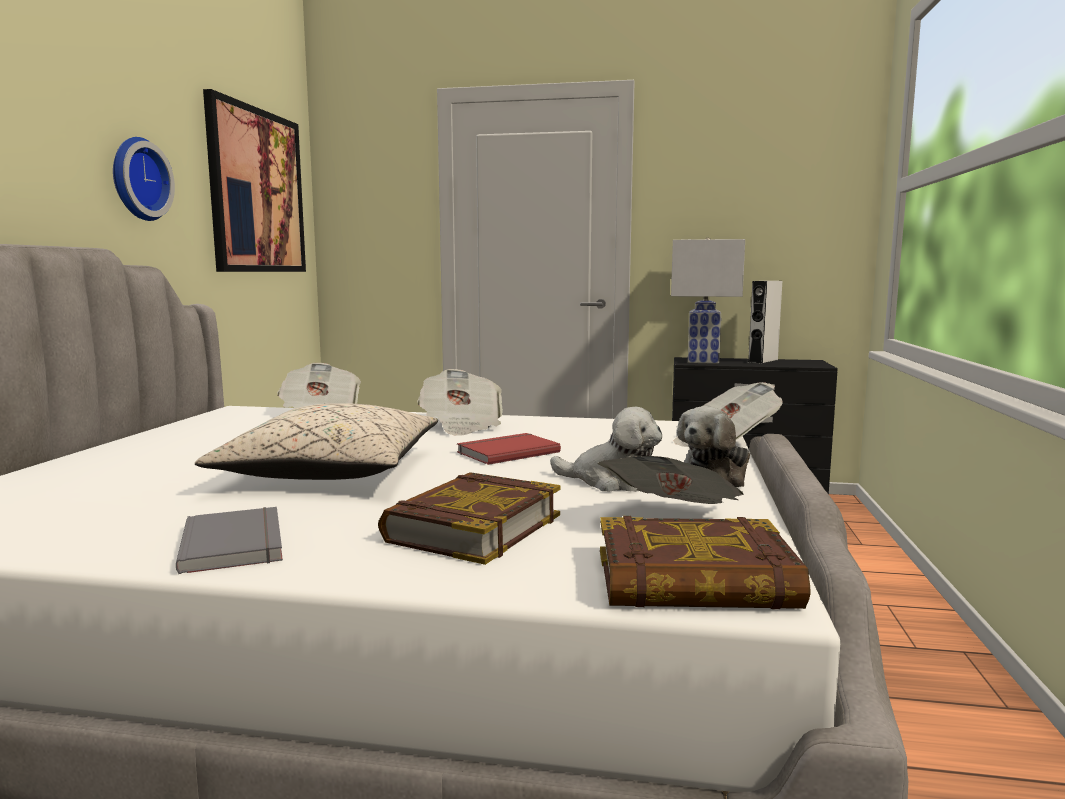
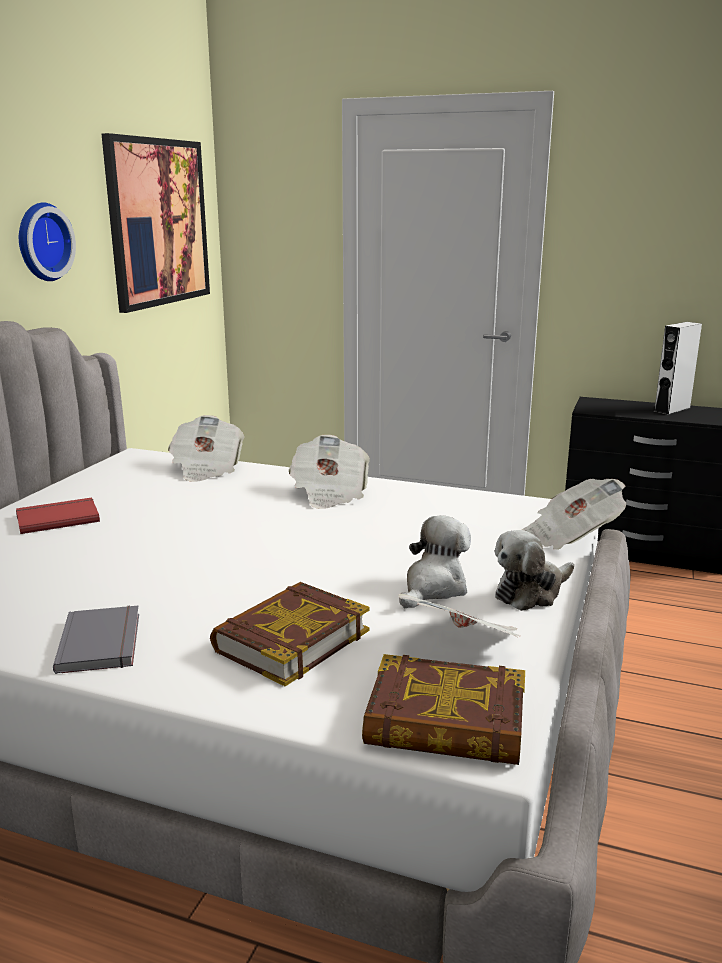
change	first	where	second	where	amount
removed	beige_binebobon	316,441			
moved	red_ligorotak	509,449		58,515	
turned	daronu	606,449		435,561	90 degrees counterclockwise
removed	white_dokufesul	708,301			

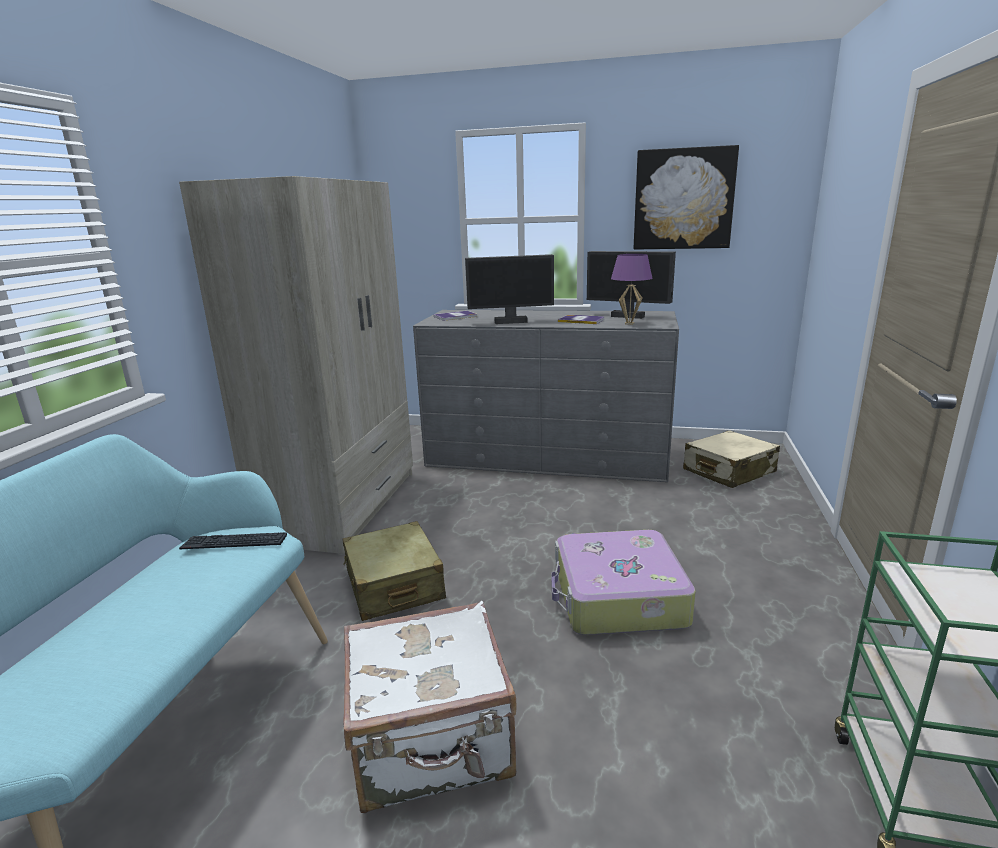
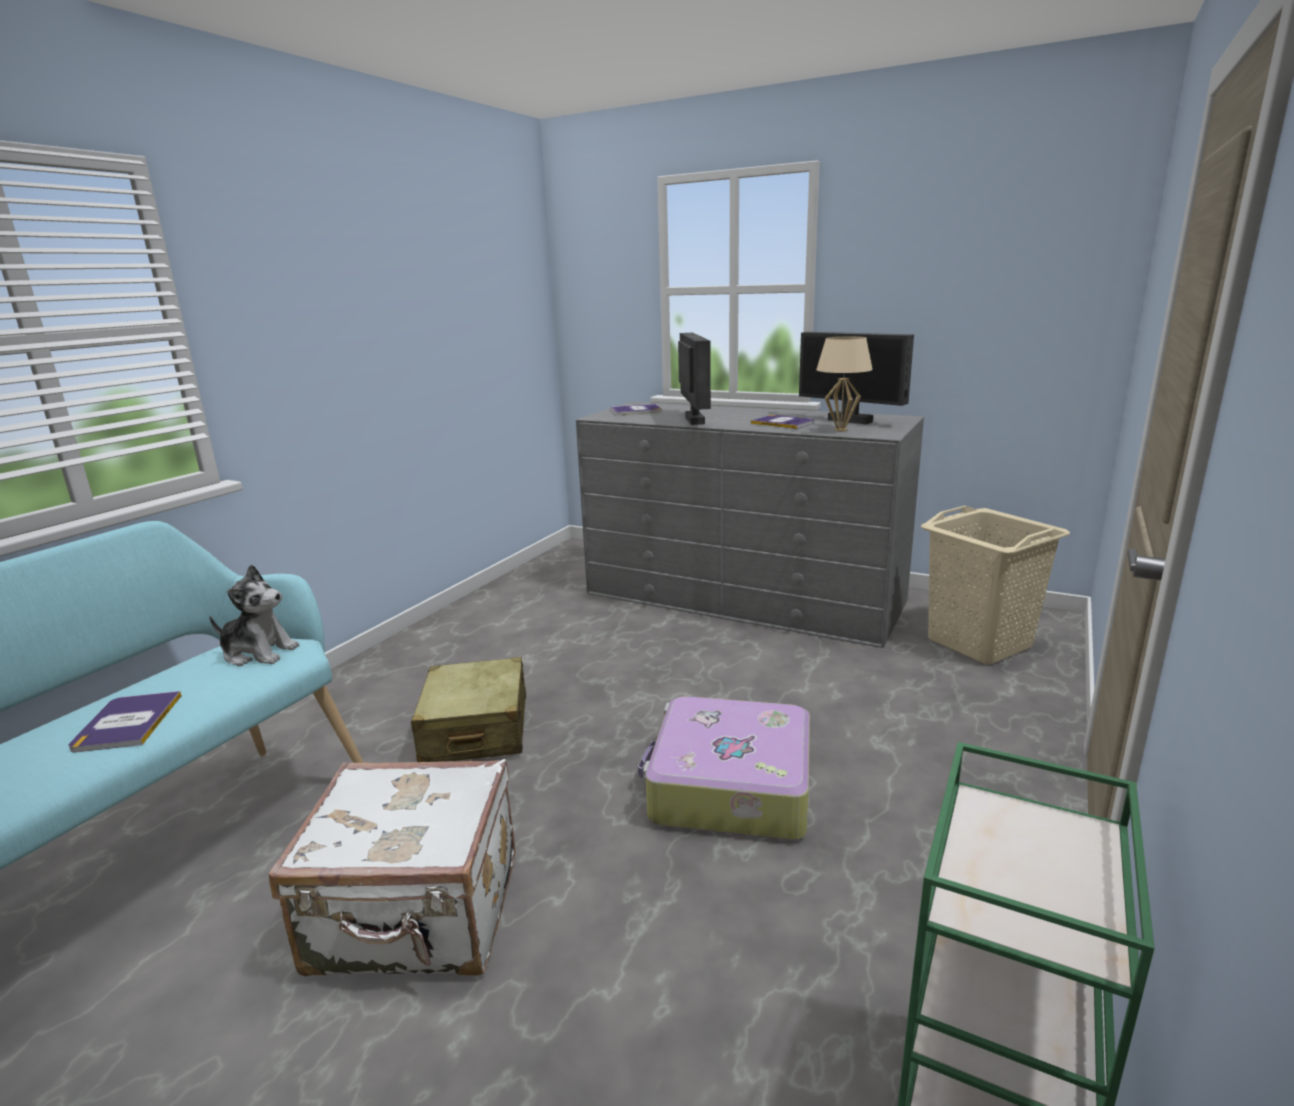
change	first	where	second	where	amount
removed	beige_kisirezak	296,365			
replaced	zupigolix	233,540	daronu	254,615	
turned	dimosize	509,289		694,379	105 degrees counterclockwise
recoloured	purple_dokufesul	631,289	beige_dokufesul	844,384	
removed	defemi	686,197			
replaced	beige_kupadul	731,459	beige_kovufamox	995,585	
added			ligorotak	125,721	

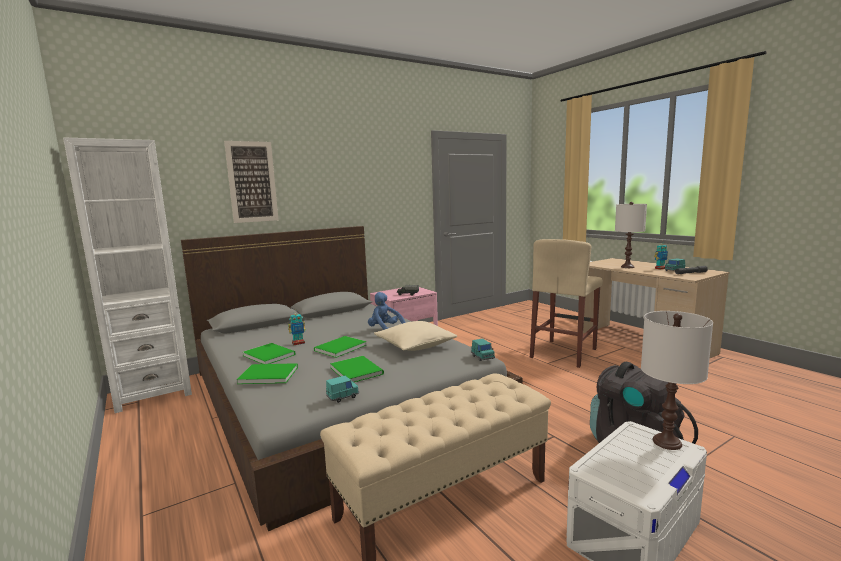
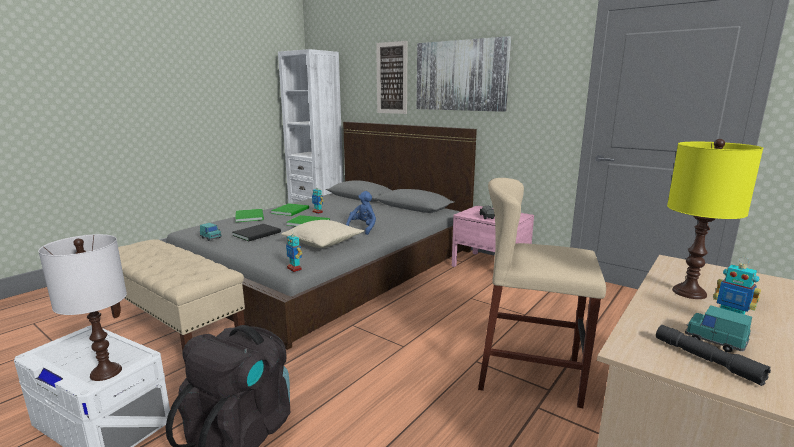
change	first	where	second	where	amount
recoloured	green_ligorotak	357,369	black_ligorotak	256,232	
replaced	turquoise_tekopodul	483,350	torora	294,252	
recoloured	white_dokufesul	631,235	yellow_dokufesul	715,219	
added			defemi	464,74	

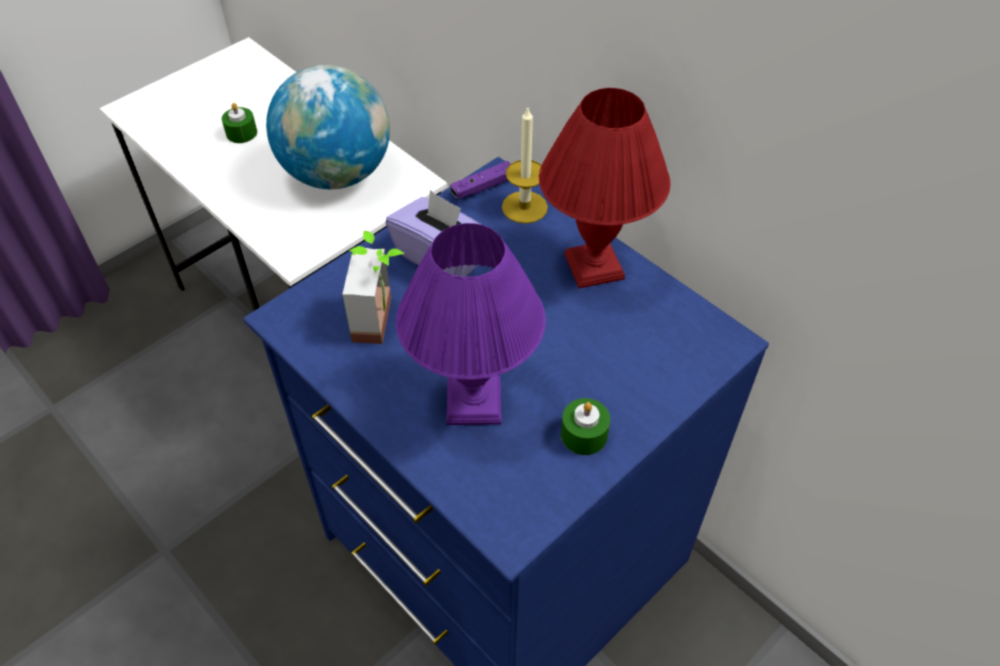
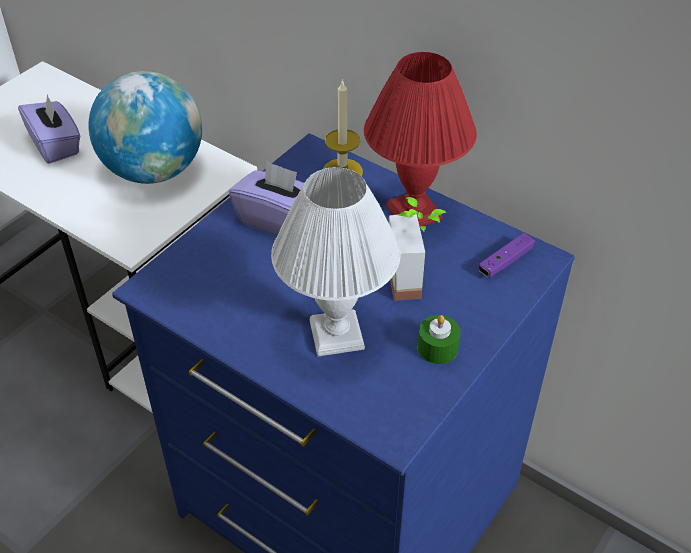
change	first	where	second	where	amount
replaced	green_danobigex	239,123	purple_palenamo	49,128	
moved	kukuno	373,287		417,249	
recoloured	purple_dokufesul	471,324	white_dokufesul	336,262	
moved	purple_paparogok	480,180		506,255	

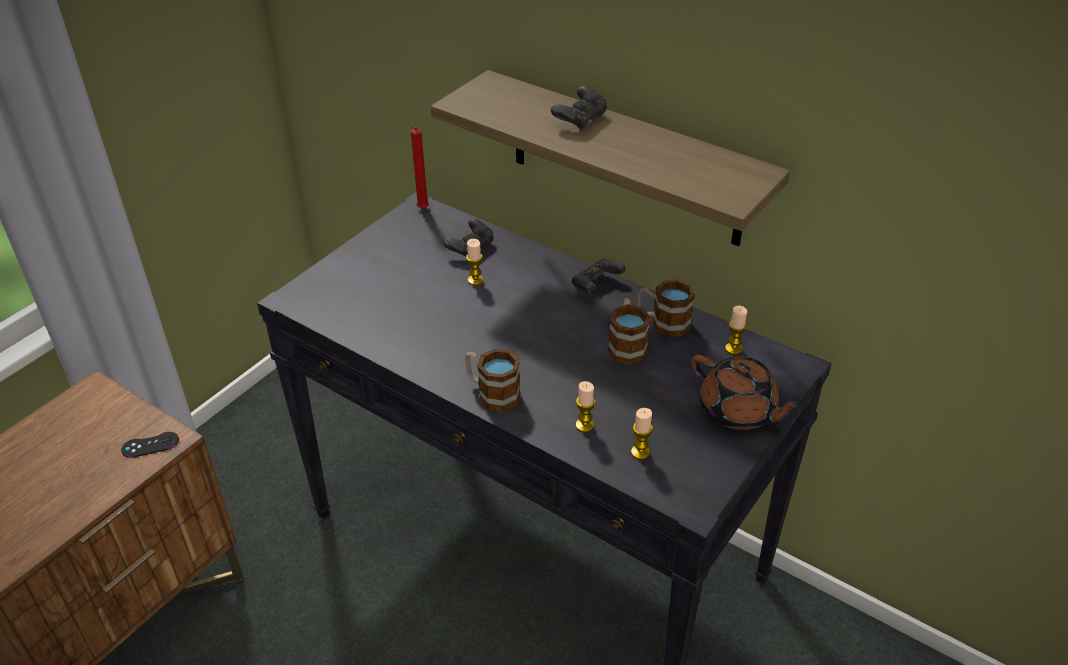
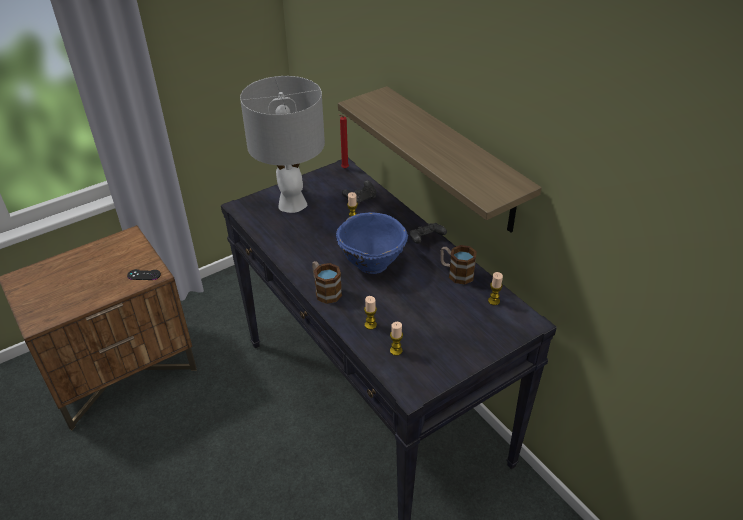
change	first	where	second	where	amount
removed	black_paparogok	579,108			
removed	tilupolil	629,331			
removed	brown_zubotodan	747,392			
added			grey_dokufesul	282,144	
added			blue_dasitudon	372,243	

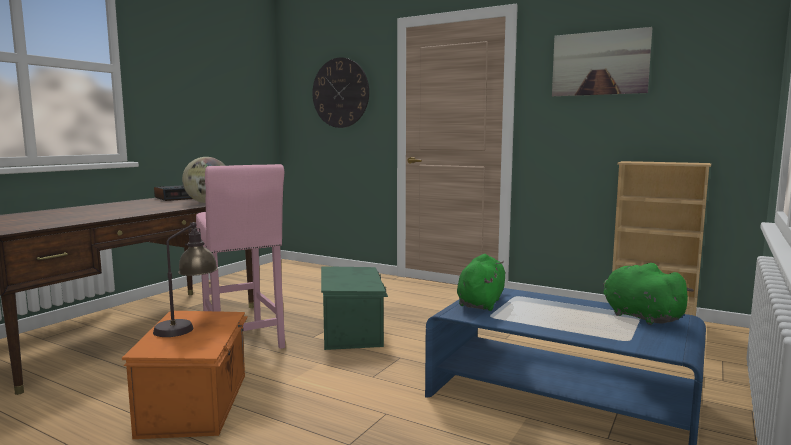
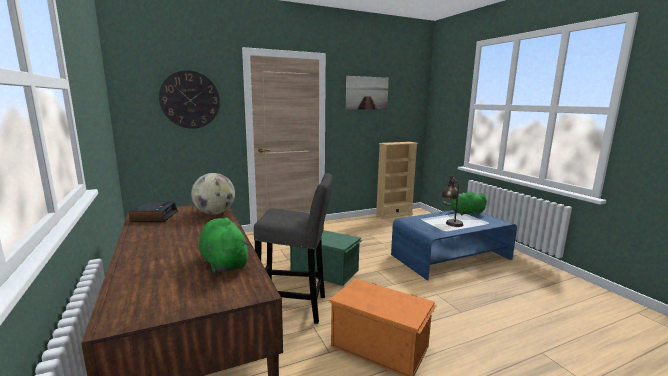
change	first	where	second	where	amount
moved	dokufesul	185,279		452,201	
recoloured	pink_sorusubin	240,256	grey_sorusubin	293,248	
moved	green_daronu	481,282		224,245	

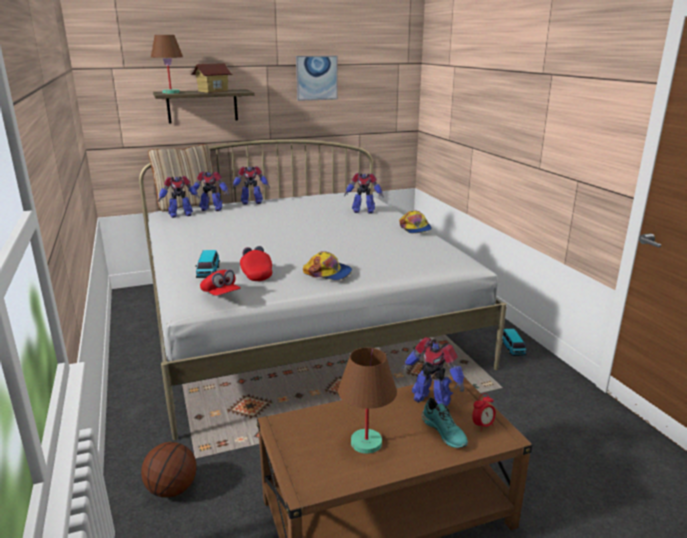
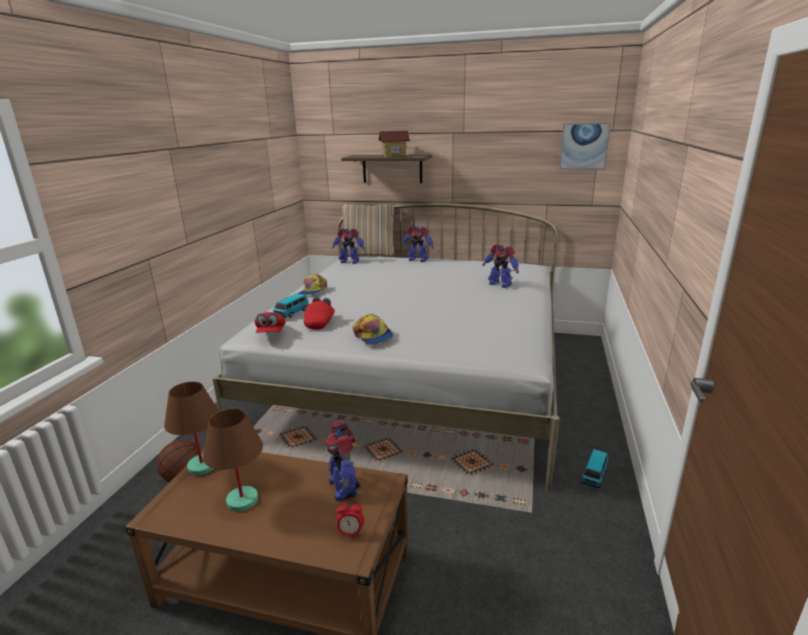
change	first	where	second	where	amount
moved	brown_dokufesul	167,64		191,428	
removed	torora	211,191			
moved	defemi	317,78		585,146	
moved	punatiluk	415,221		312,284	
removed	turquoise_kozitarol	444,423			

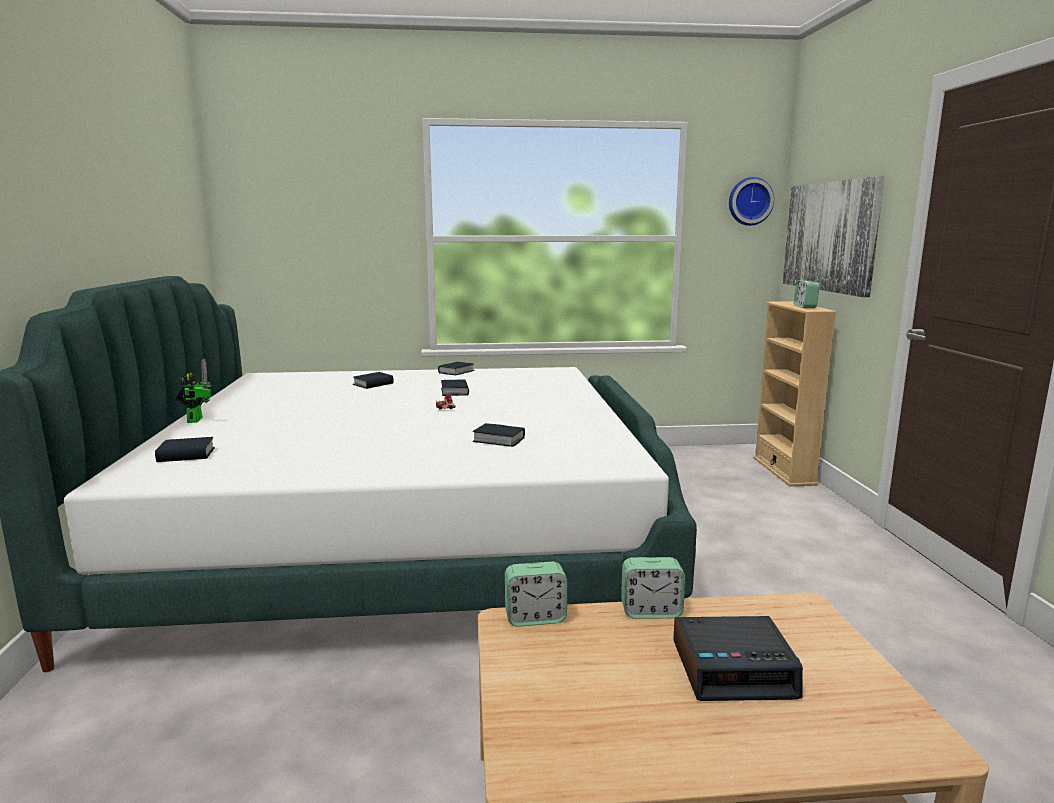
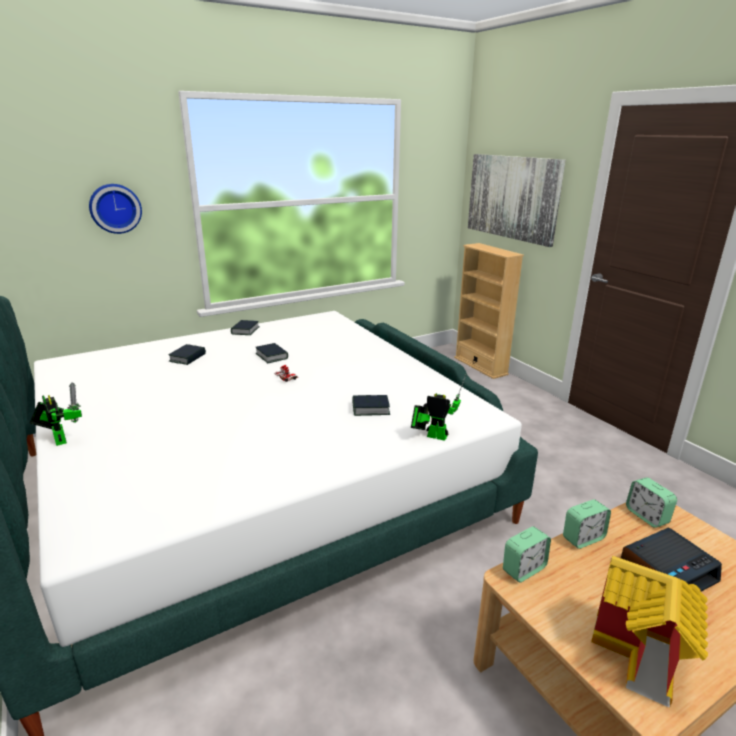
change	first	where	second	where	amount
removed	ligorotak	185,449			
moved	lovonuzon	751,201		115,209	
moved	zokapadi	807,294		651,502	
added			torora	439,406	
added			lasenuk	649,632	

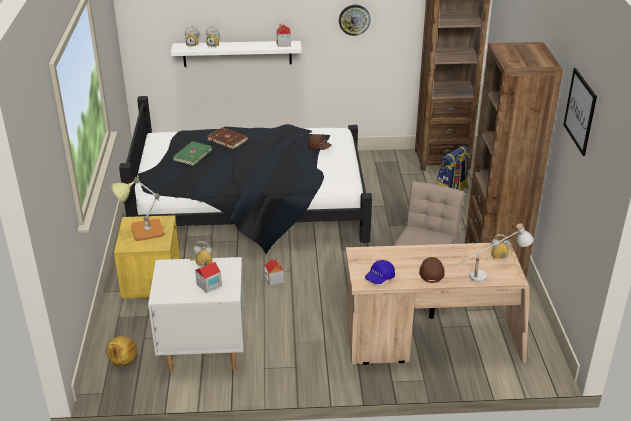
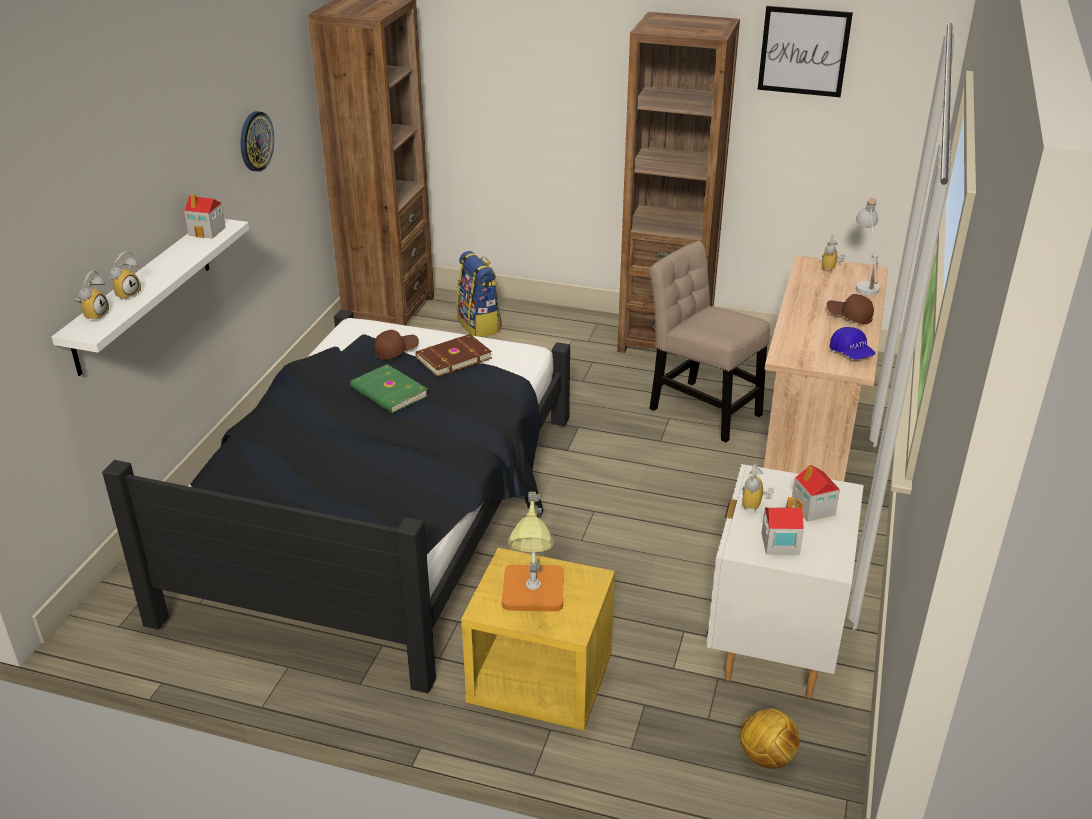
change	first	where	second	where	amount
moved	green_ligorotak	192,153		389,388	
moved	brown_ligorotak	227,138		453,355	
moved	lasenuk	274,272		783,526	

